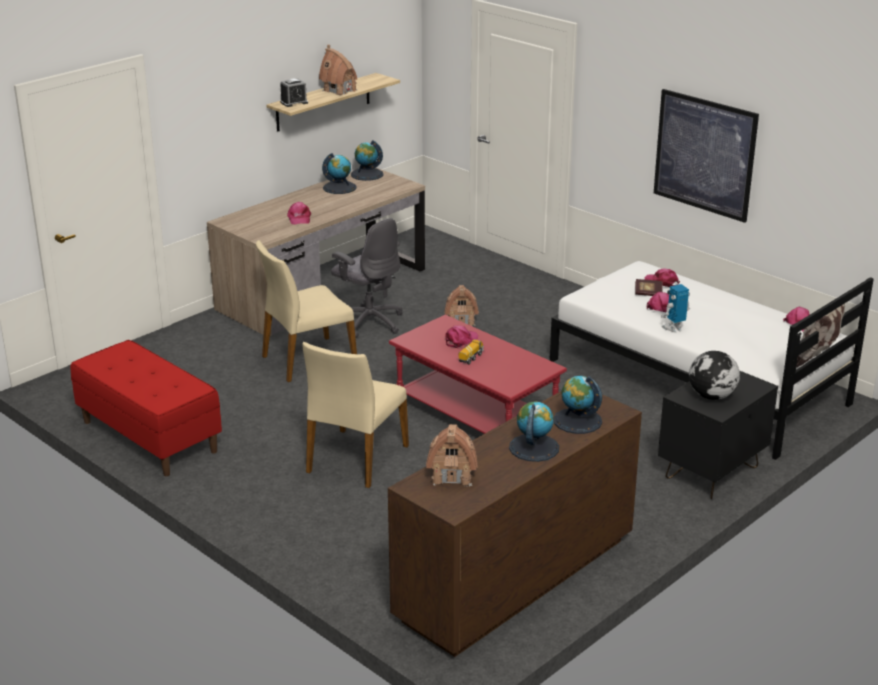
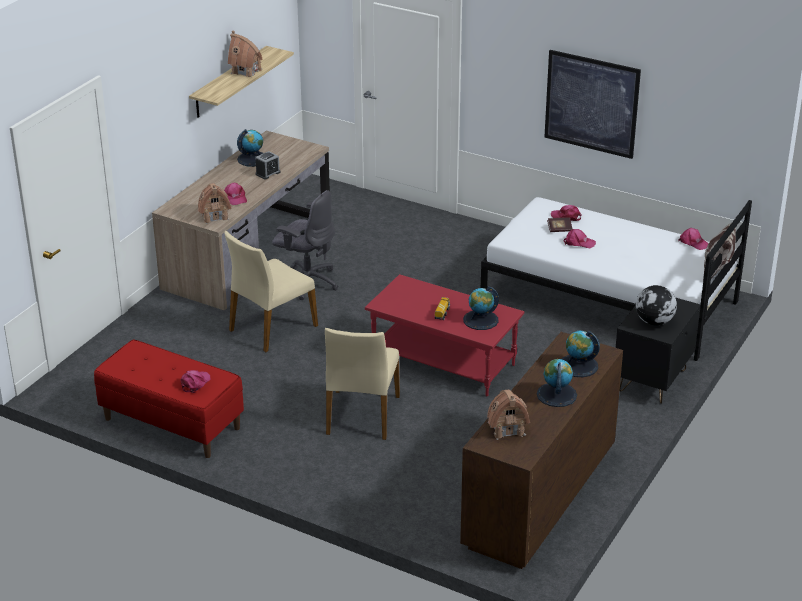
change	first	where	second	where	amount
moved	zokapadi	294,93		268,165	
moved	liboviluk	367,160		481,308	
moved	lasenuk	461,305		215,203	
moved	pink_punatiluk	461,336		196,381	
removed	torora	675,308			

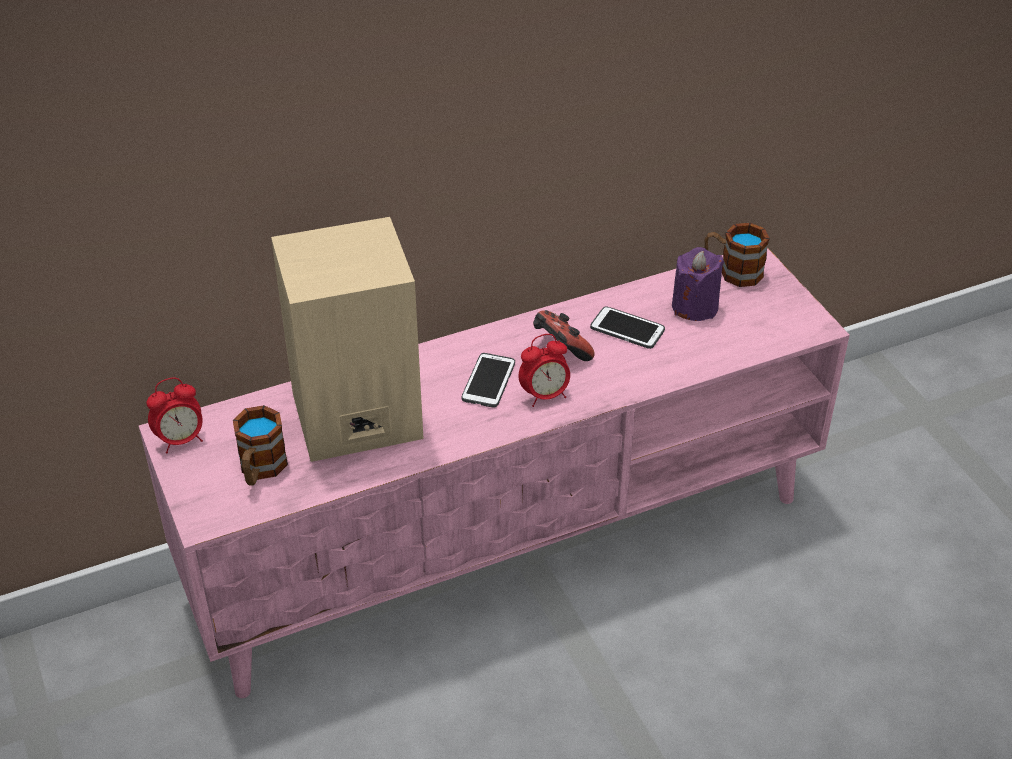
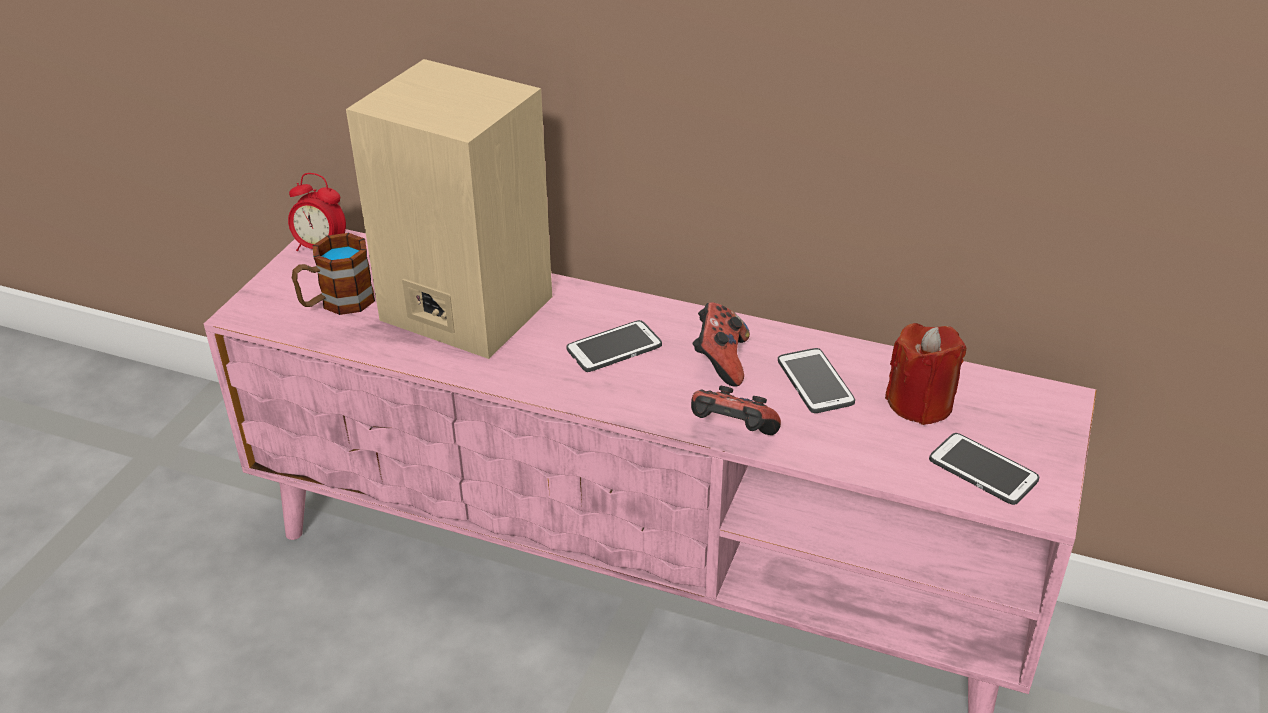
change	first	where	second	where	amount
removed	zokapadi	544,370			
recoloured	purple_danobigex	698,284	red_danobigex	926,374	
removed	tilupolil	737,255			
added			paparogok	736,410	
added			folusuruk	984,469	

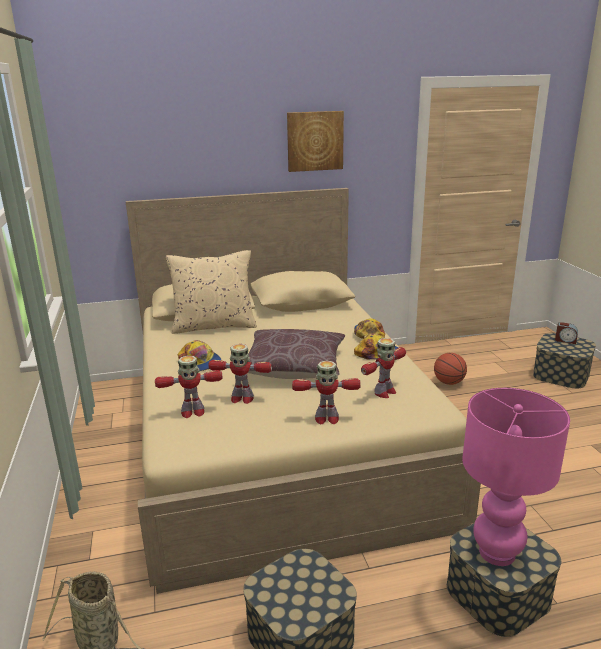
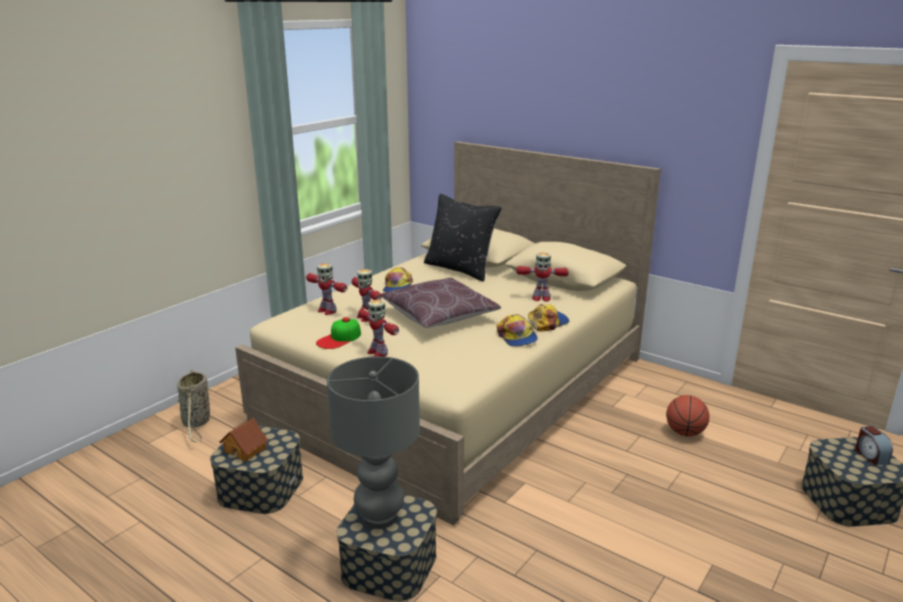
change	first	where	second	where	amount
recoloured	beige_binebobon	211,292	black_binebobon	463,238	
removed	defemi	315,141			
moved	torora	383,368		542,277	
recoloured	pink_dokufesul	516,477	grey_dokufesul	373,442	
added			lasenuk	243,440	
added			punatiluk	338,333	

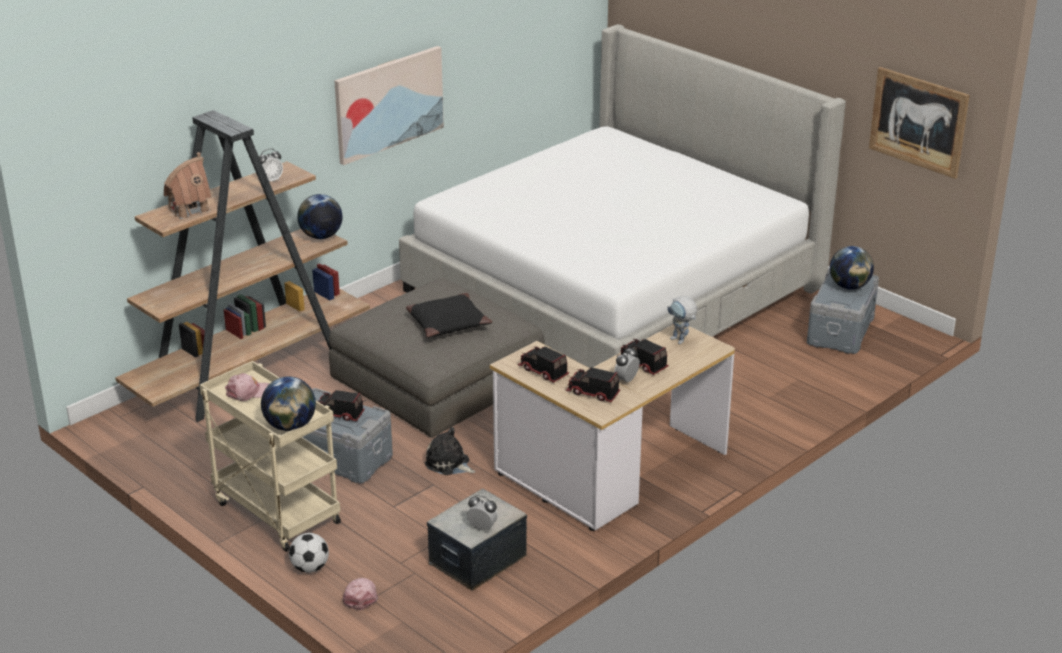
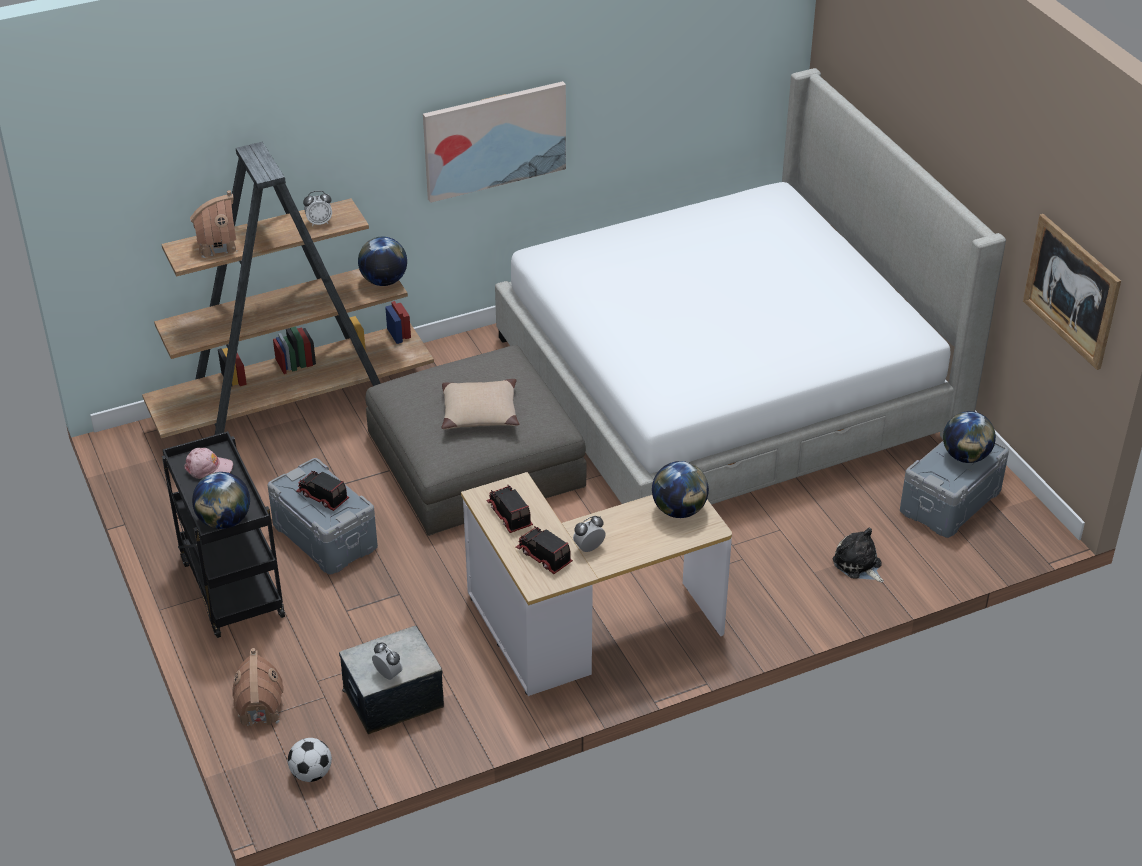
change	first	where	second	where	amount
recoloured	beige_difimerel	270,456	black_difimerel	223,534	
moved	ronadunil	309,553		310,760	
replaced	pink_punatiluk	360,594	lasenuk	258,687	
recoloured	black_binebobon	449,315	beige_binebobon	480,404	
moved	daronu	450,451		858,555	
removed	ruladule	643,357			
replaced	torora	682,320	liboviluk	680,489	

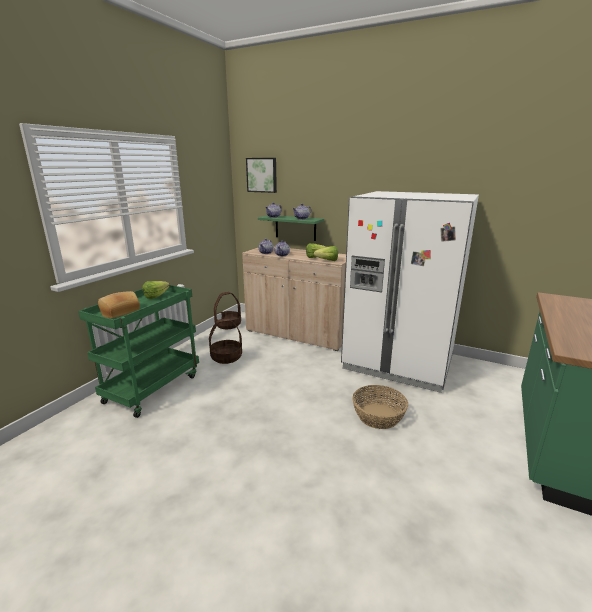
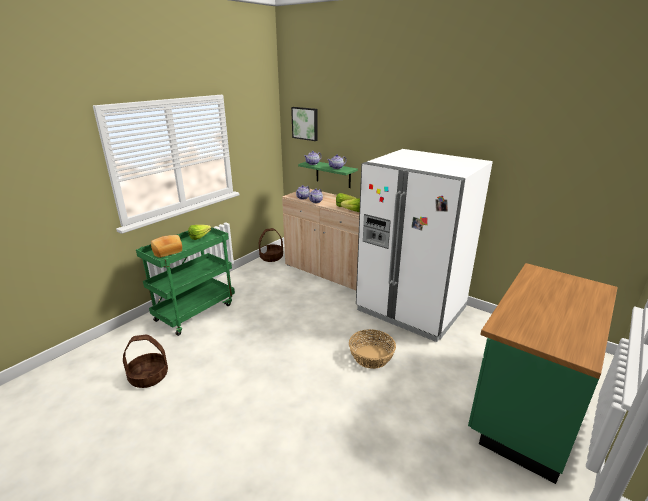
change	first	where	second	where	amount
moved	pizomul	225,341		145,361	

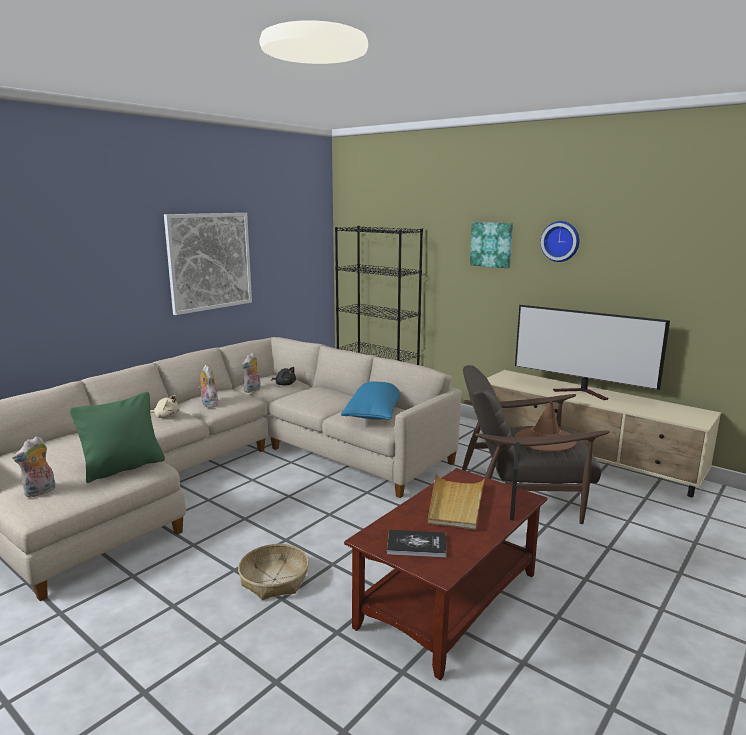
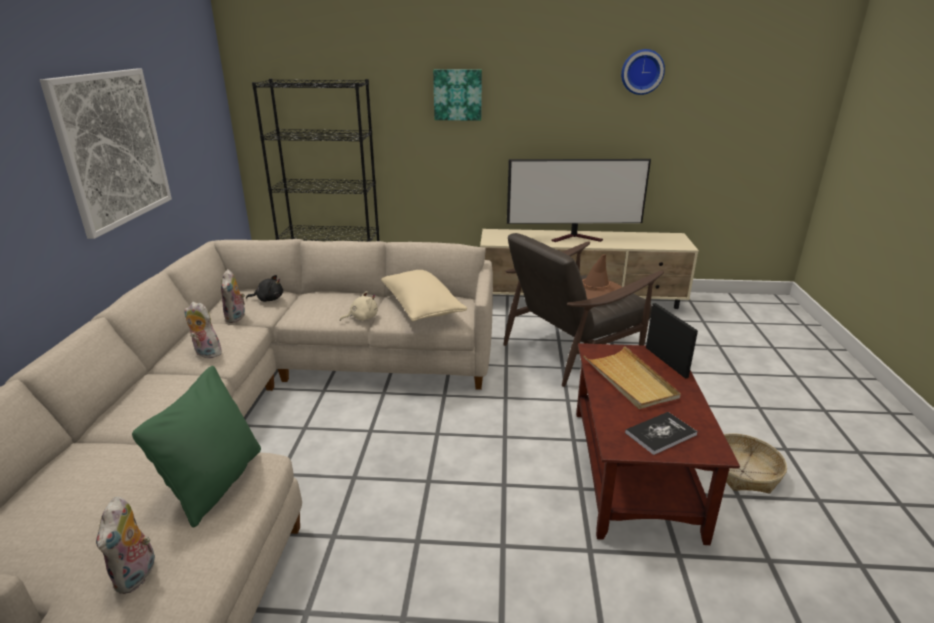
change	first	where	second	where	amount
moved	beige_daronu	164,406		359,306	
moved	pizomul	273,572		749,463	
recoloured	blue_binebobon	371,401	beige_binebobon	424,295	
moved	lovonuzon	560,241		643,72	

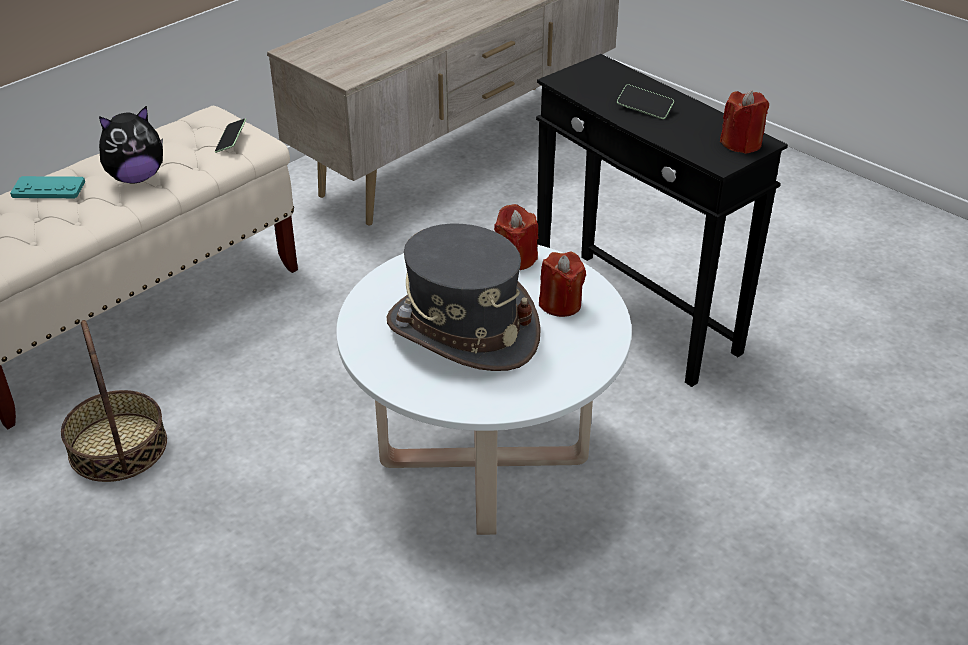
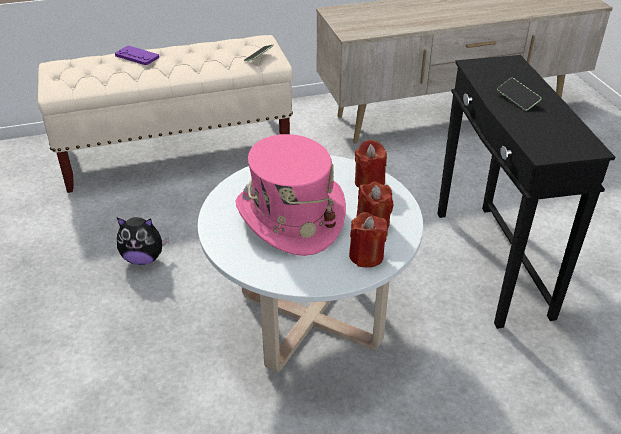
change	first	where	second	where	amount
recoloured	turquoise_paparogok	47,187	purple_paparogok	137,55	
removed	pizomul	114,401			
moved	daronu	131,144		143,241	
recoloured	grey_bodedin	463,297	pink_bodedin	291,195	
moved	red_danobigex	744,122		368,240	

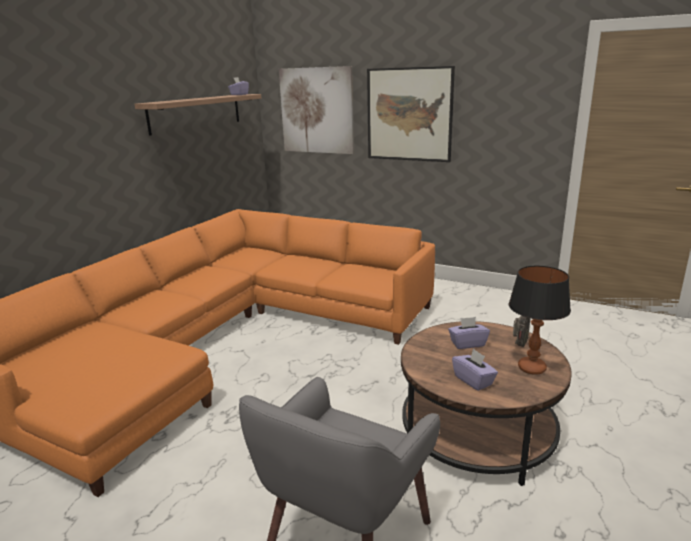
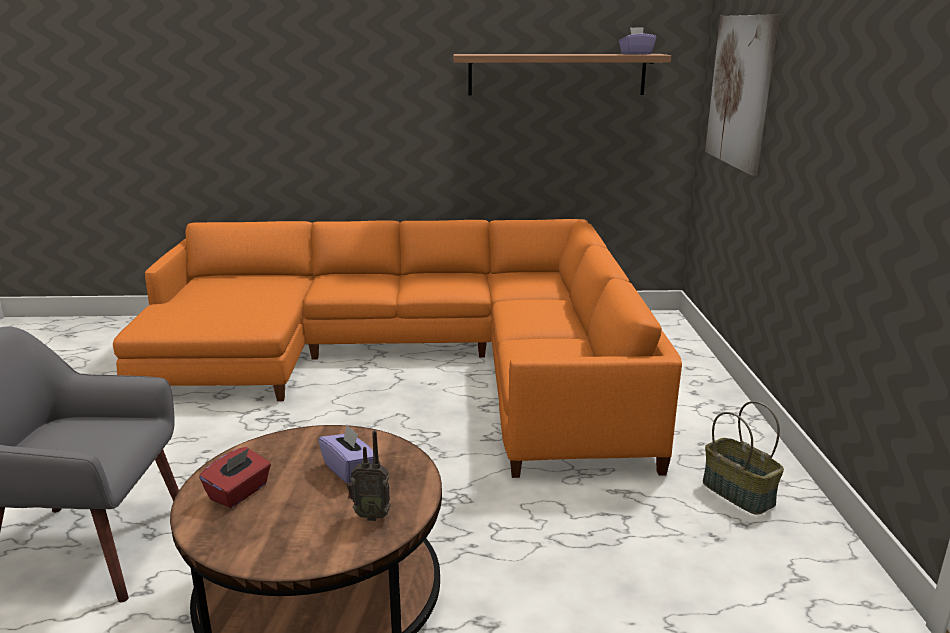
change	first	where	second	where	amount
removed	defemi	411,114			
recoloured	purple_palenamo	475,370	red_palenamo	235,477	
removed	dokufesul	540,320			
added			pizomul	743,458	

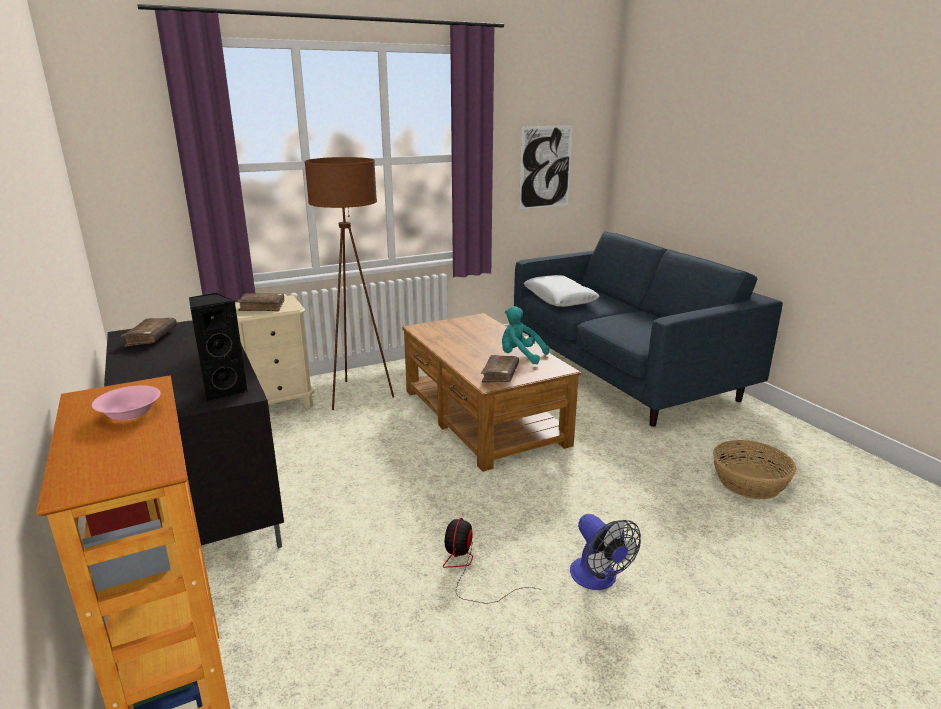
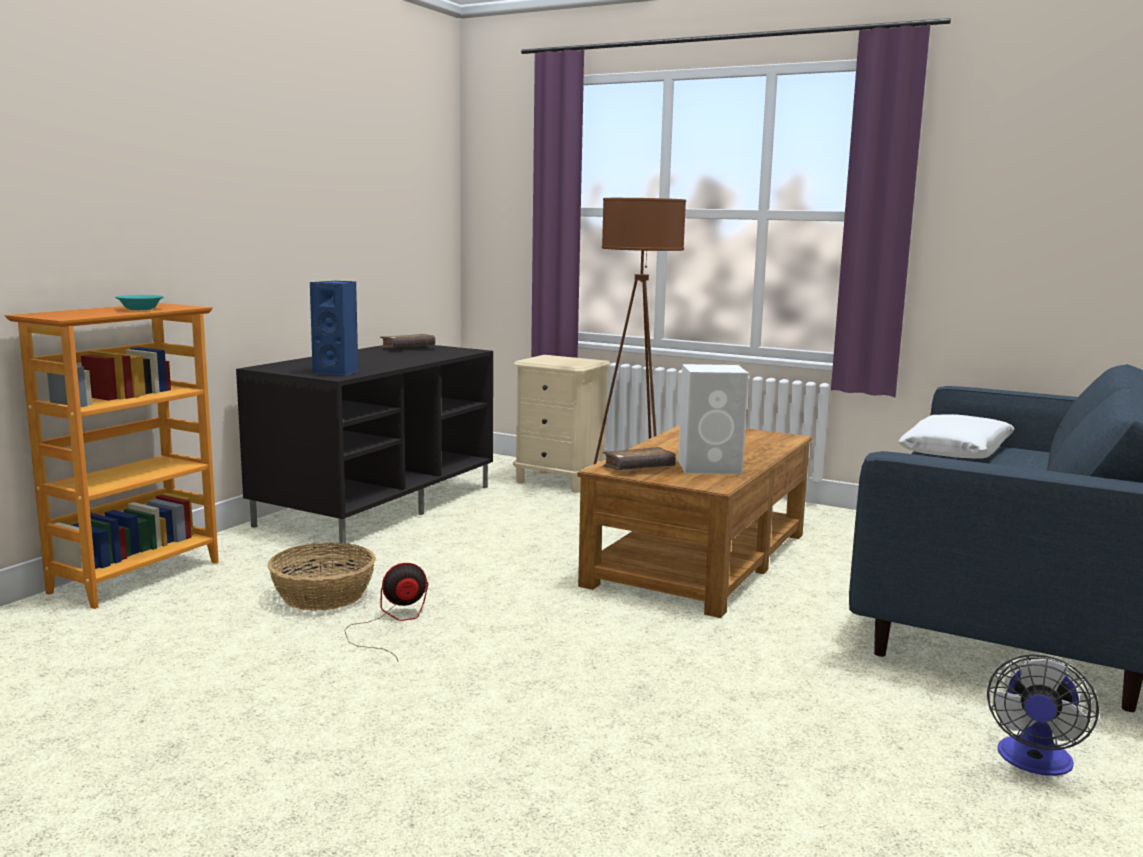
change	first	where	second	where	amount
recoloured	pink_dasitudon	126,402	turquoise_dasitudon	139,302	
recoloured	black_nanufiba	218,347	blue_nanufiba	334,328	
removed	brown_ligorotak	261,302			
replaced	turquoise_daronu	525,335	white_nanufiba	713,419	
removed	defemi	545,167			
moved	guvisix	605,552		1043,715	
moved	pizomul	755,469		322,576	

